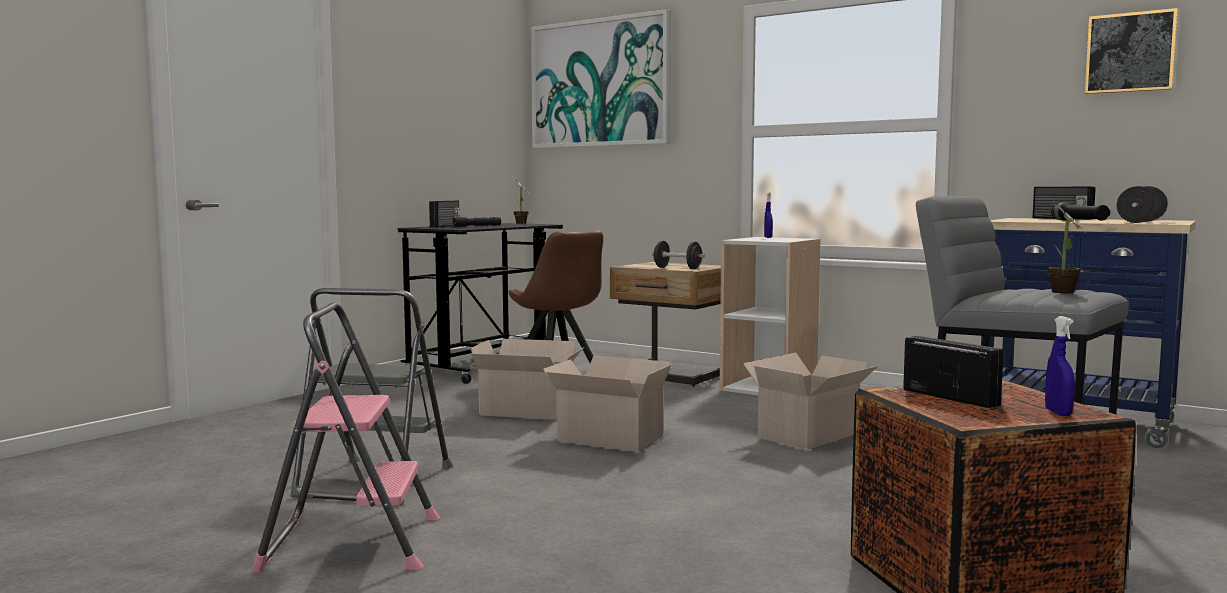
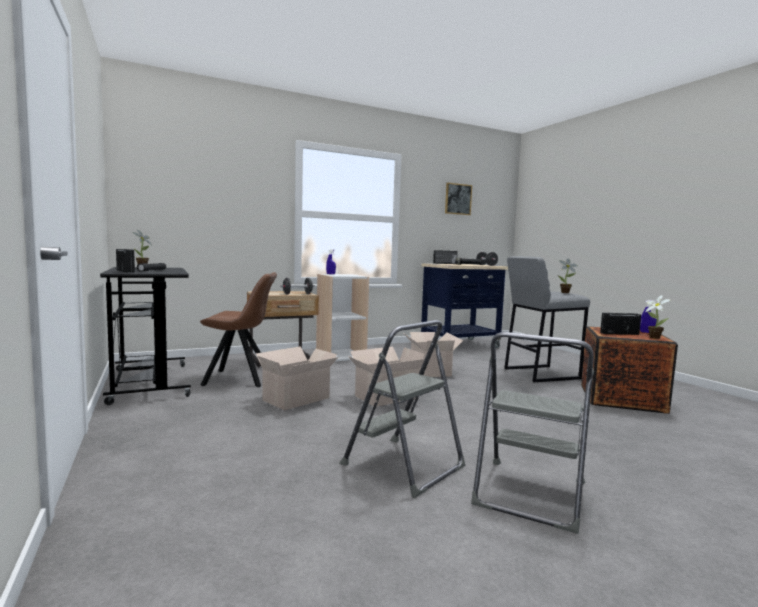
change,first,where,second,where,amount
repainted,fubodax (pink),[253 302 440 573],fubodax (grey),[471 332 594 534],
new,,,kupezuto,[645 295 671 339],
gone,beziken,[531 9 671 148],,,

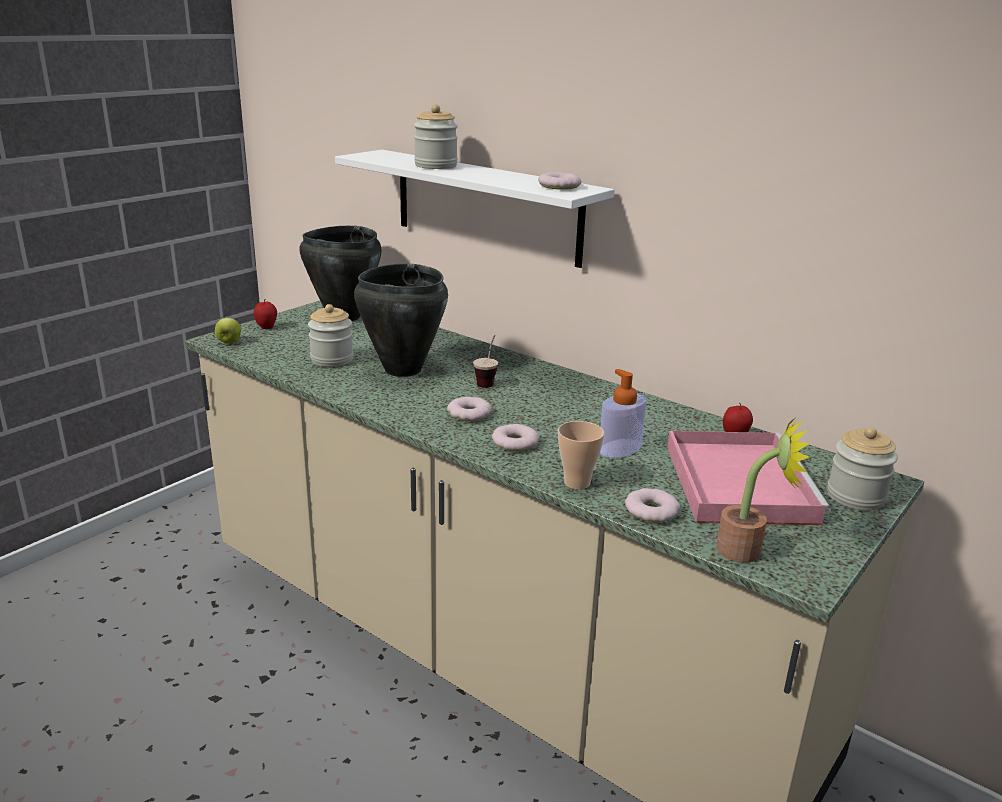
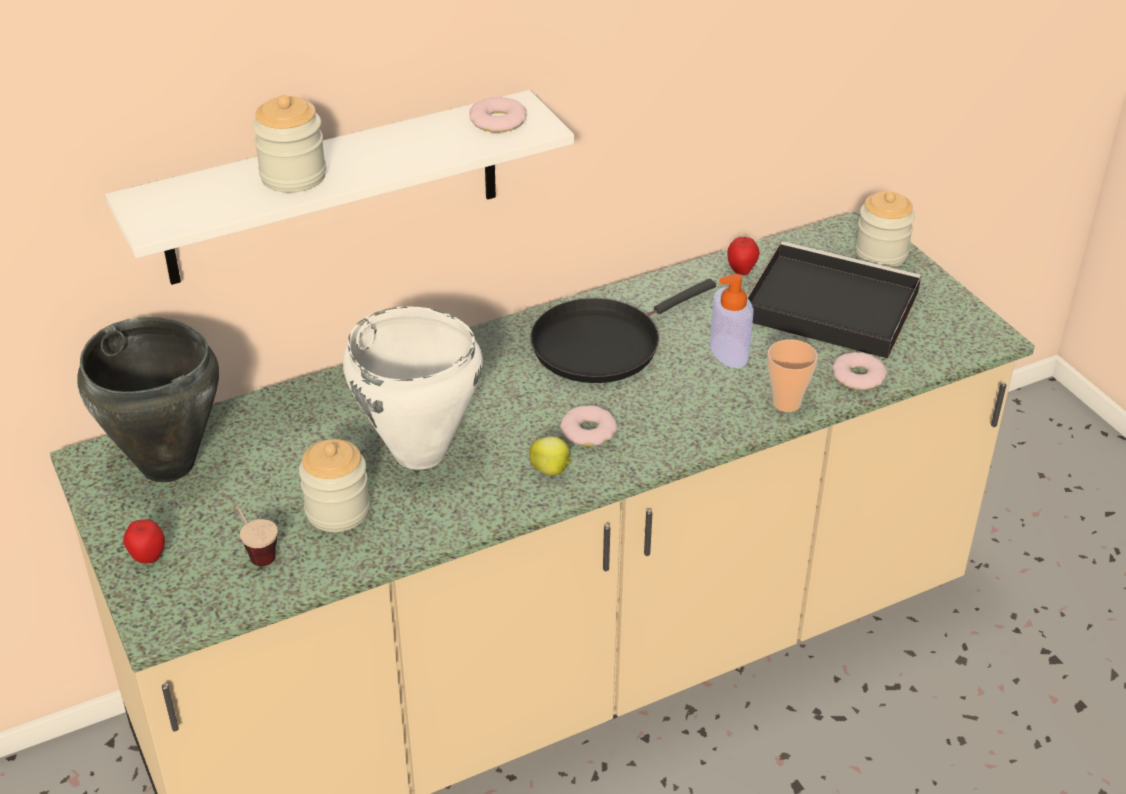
change,first,where,second,where,amount
shifted,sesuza,[473 335 498 388],,[221 492 278 566],
repainted,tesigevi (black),[354 264 448 377],tesigevi (white),[343 306 483 470],
shifted,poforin,[215 318 241 344],,[529 436 572 475],
new,,,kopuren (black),[530 279 716 383],
repainted,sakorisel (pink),[667 431 831 525],sakorisel (black),[747 241 921 358],
gone,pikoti,[492 424 539 452],,,
gone,kupezuto,[716 418 810 563],,,

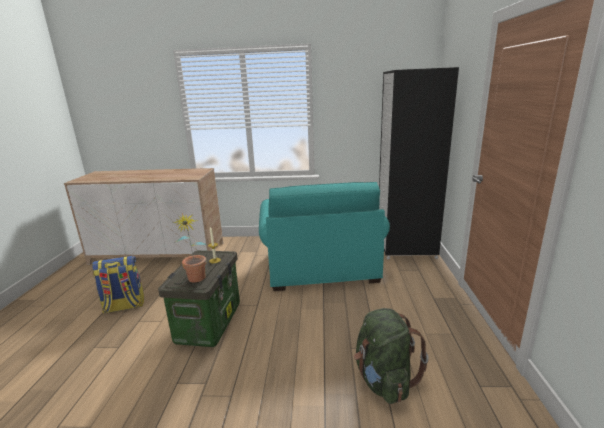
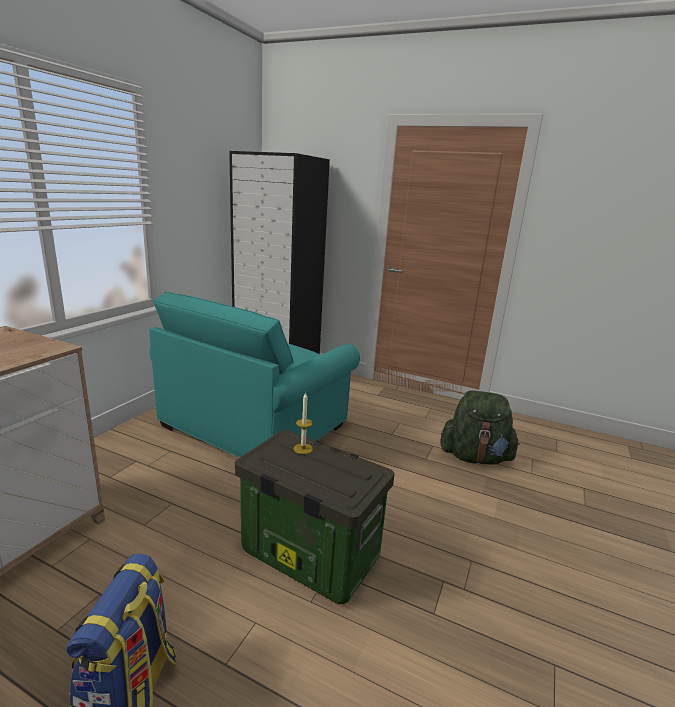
change,first,where,second,where,amount
rotated,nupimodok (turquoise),[259 182 390 291],,[149 292 360 458],105 degrees clockwise
gone,kupezuto,[173 213 207 282],,,

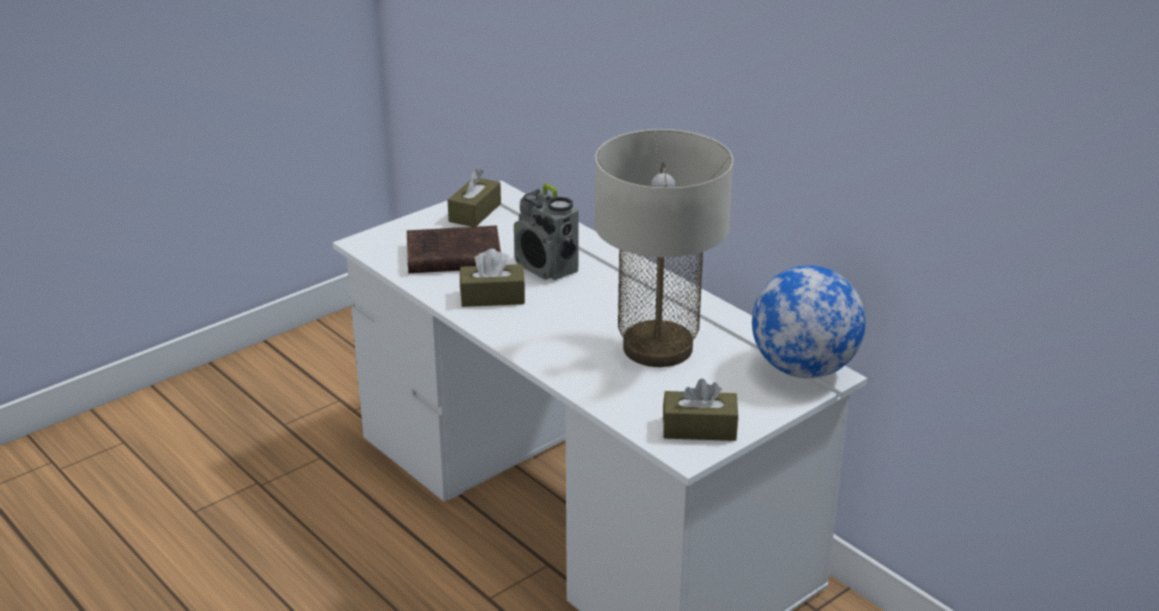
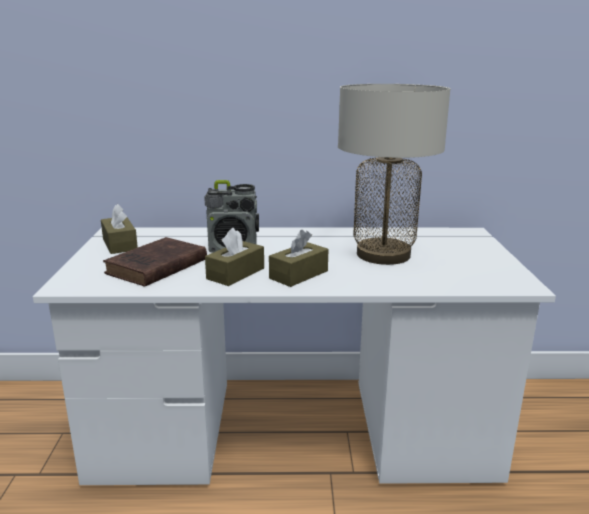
change,first,where,second,where,amount
shifted,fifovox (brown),[663 378 738 441],,[269 230 328 287],
gone,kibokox,[752 265 866 378],,,

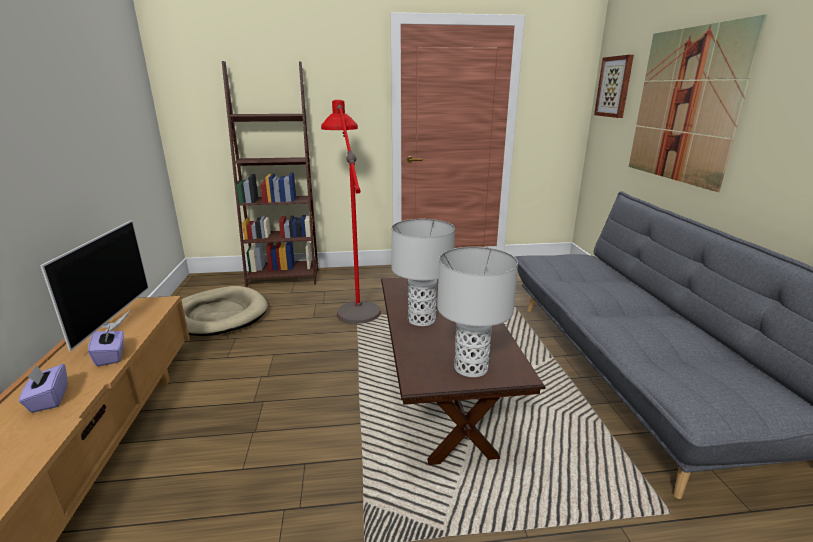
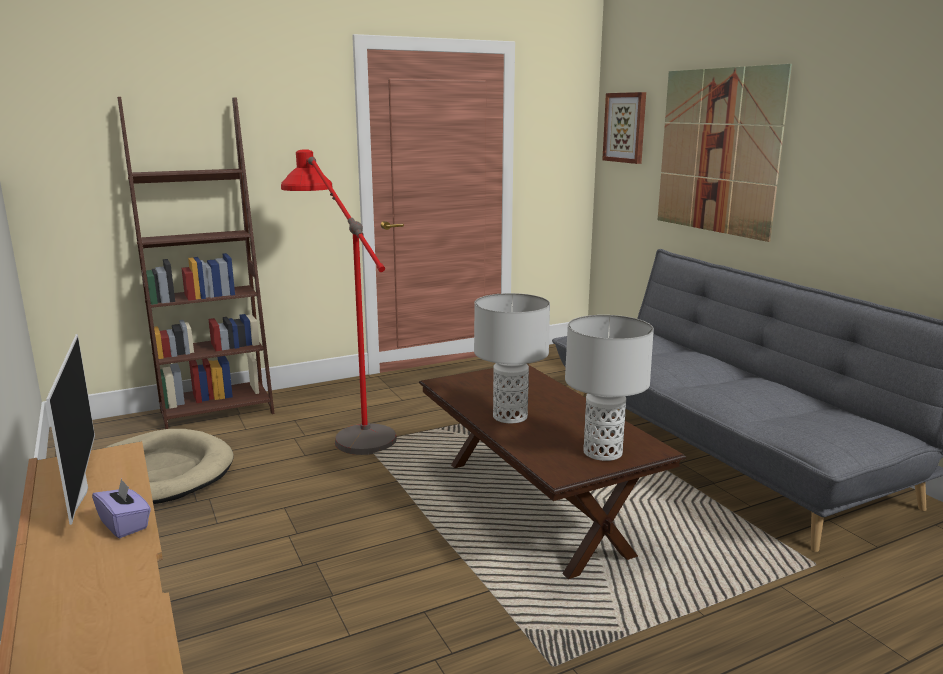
change,first,where,second,where,amount
gone,fifovox (purple),[19 364 67 413],,,

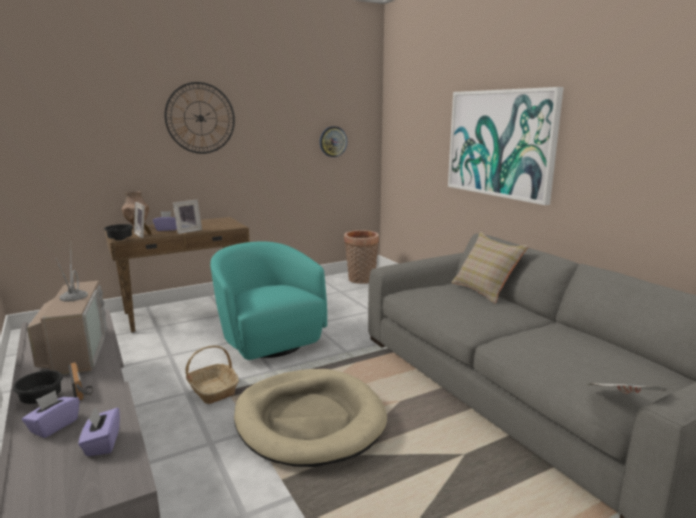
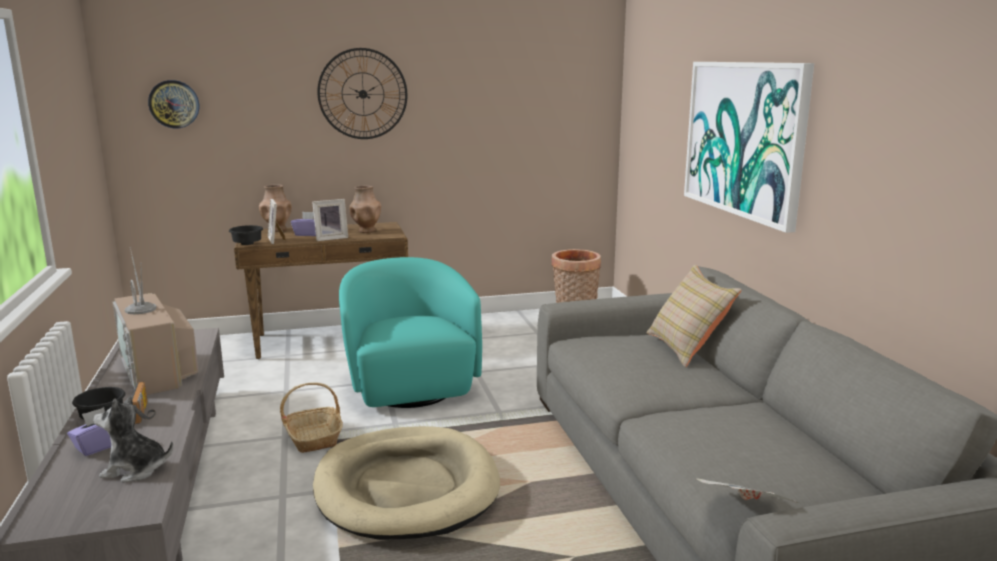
change,first,where,second,where,amount
swapped,fifovox (purple),[78 407 120 456],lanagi,[93 396 173 483],
rotated,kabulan,[27 242 107 375],,[112 247 199 395],150 degrees clockwise
shifted,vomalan,[320 126 347 157],,[148 80 199 128],
new,,,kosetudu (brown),[350 185 381 233],

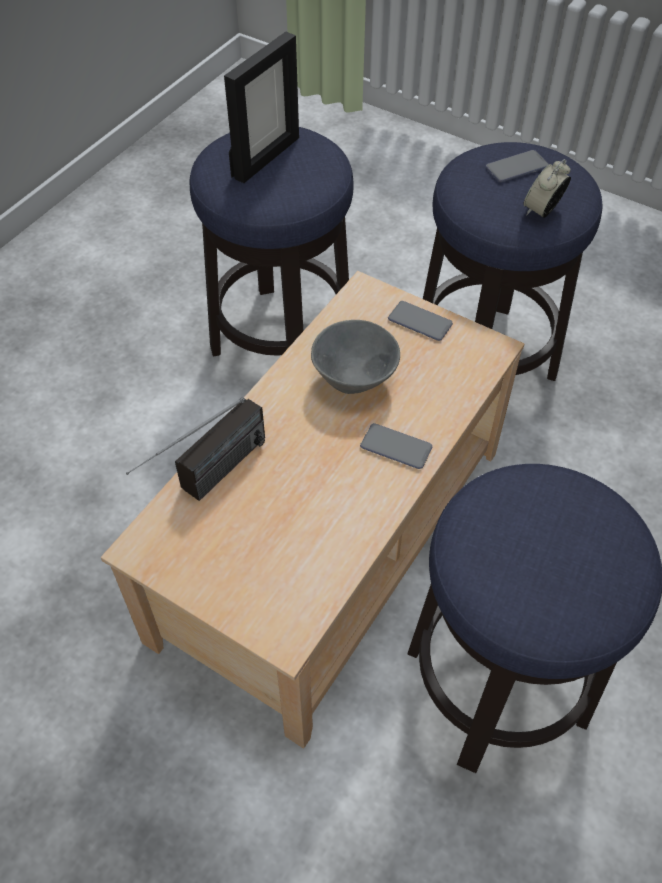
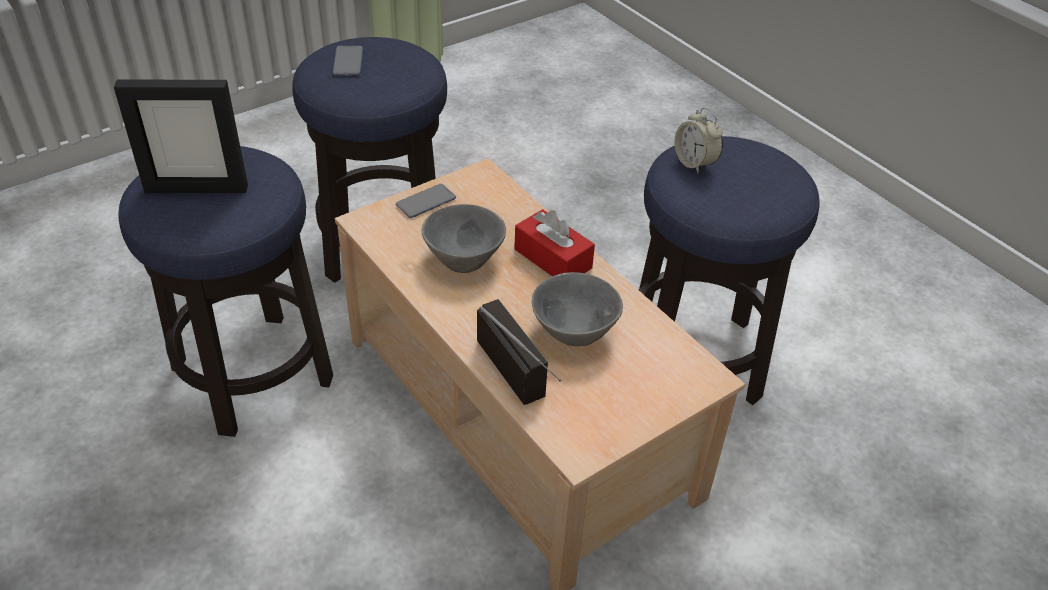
change,first,where,second,where,amount
rotated,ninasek,[224 32 299 183],,[114 79 248 193],120 degrees clockwise
swapped,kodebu,[360 423 432 469],fifovox (red),[514 209 595 276],
new,,,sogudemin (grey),[532 272 623 346],
shifted,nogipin,[523 159 571 218],,[674 107 723 174],

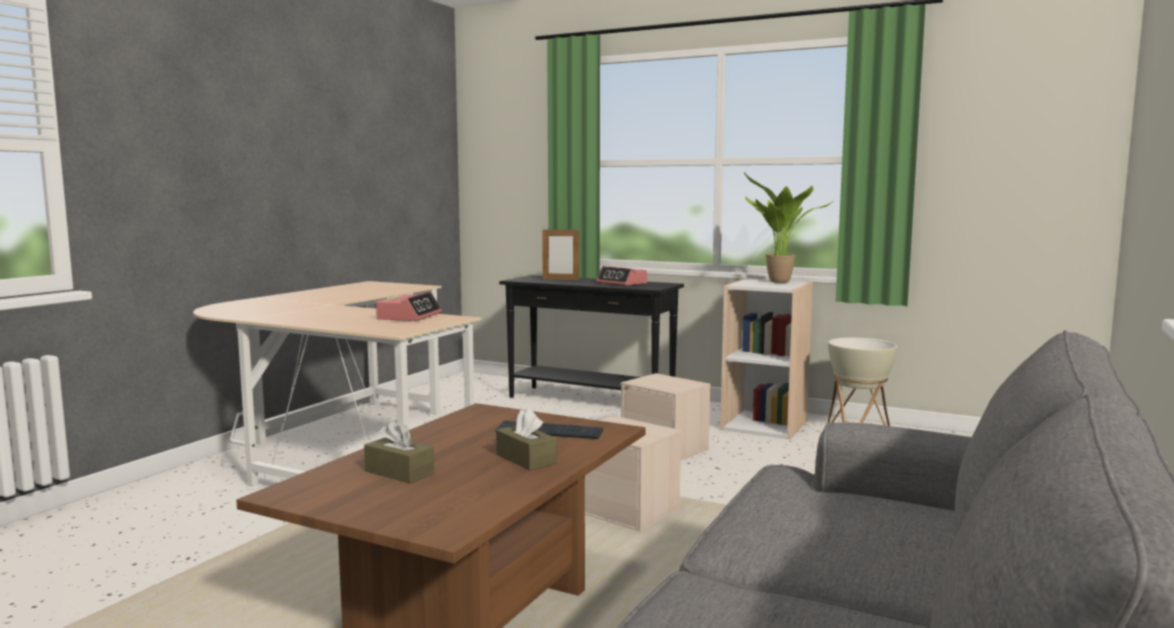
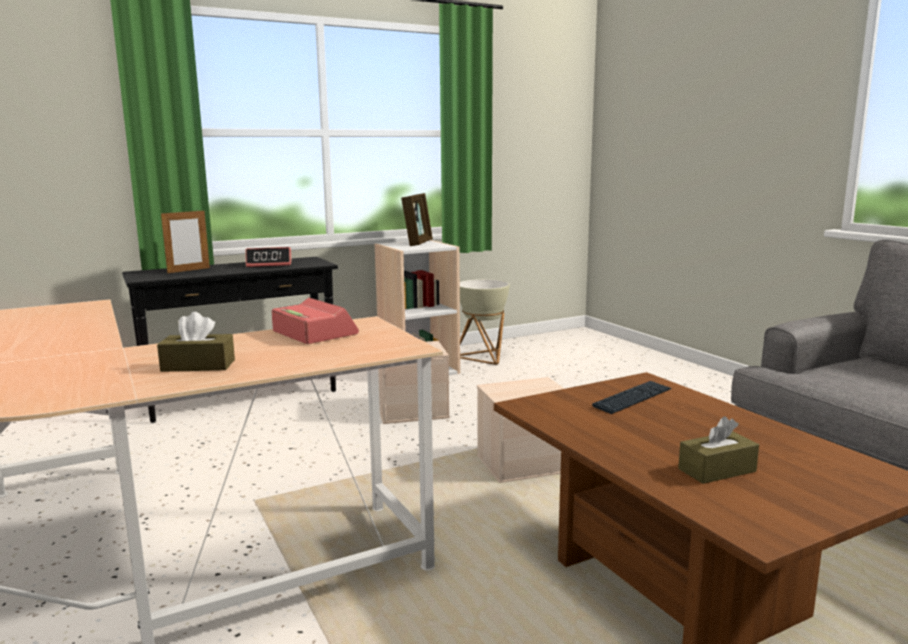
change,first,where,second,where,amount
shifted,fifovox (brown),[496 408 557 470],,[157 312 235 372],
swapped,kupezuto,[744 172 832 283],ninasek,[401 193 433 246],

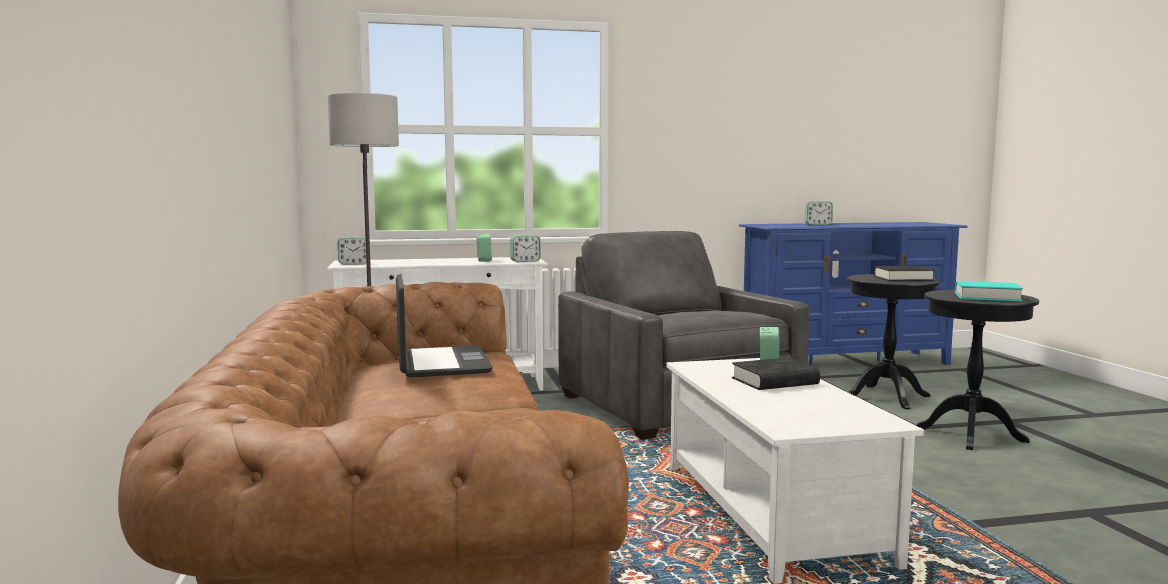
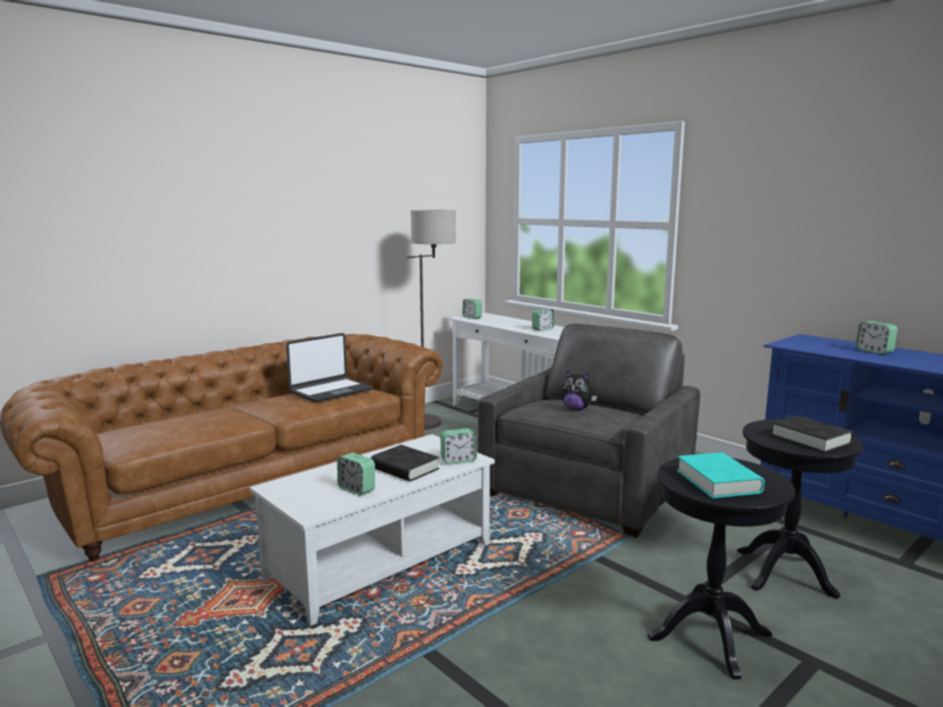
change,first,where,second,where,amount
shifted,nogipin,[510 235 541 262],,[337 453 375 496],
new,,,lanagi,[561 370 597 410],

